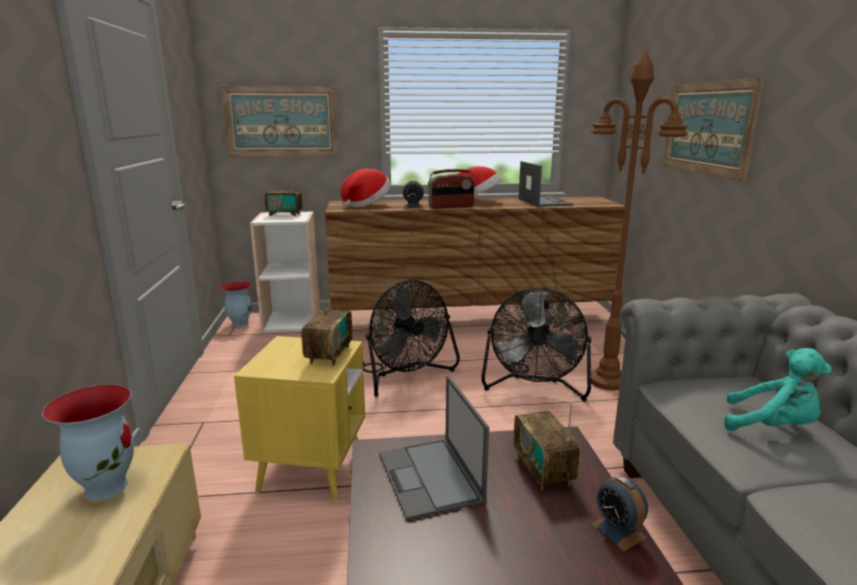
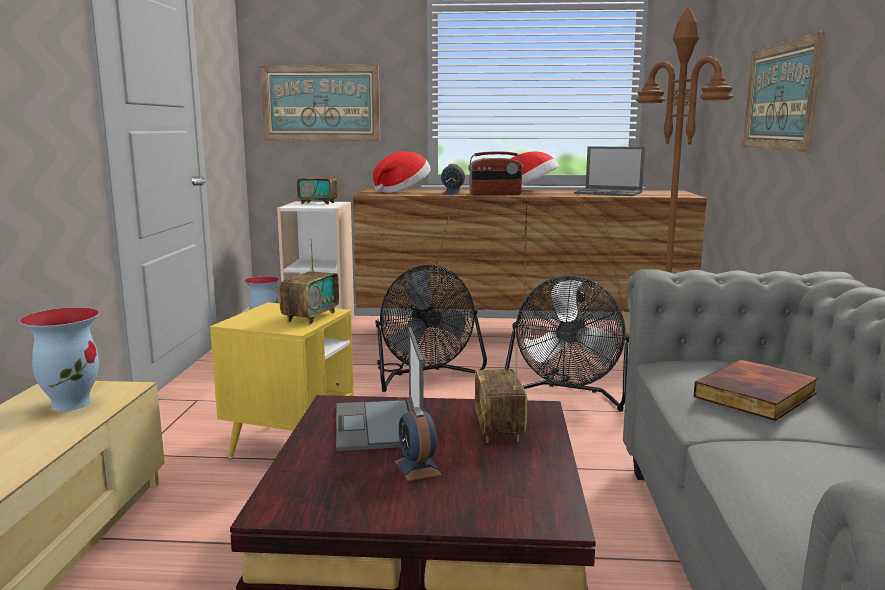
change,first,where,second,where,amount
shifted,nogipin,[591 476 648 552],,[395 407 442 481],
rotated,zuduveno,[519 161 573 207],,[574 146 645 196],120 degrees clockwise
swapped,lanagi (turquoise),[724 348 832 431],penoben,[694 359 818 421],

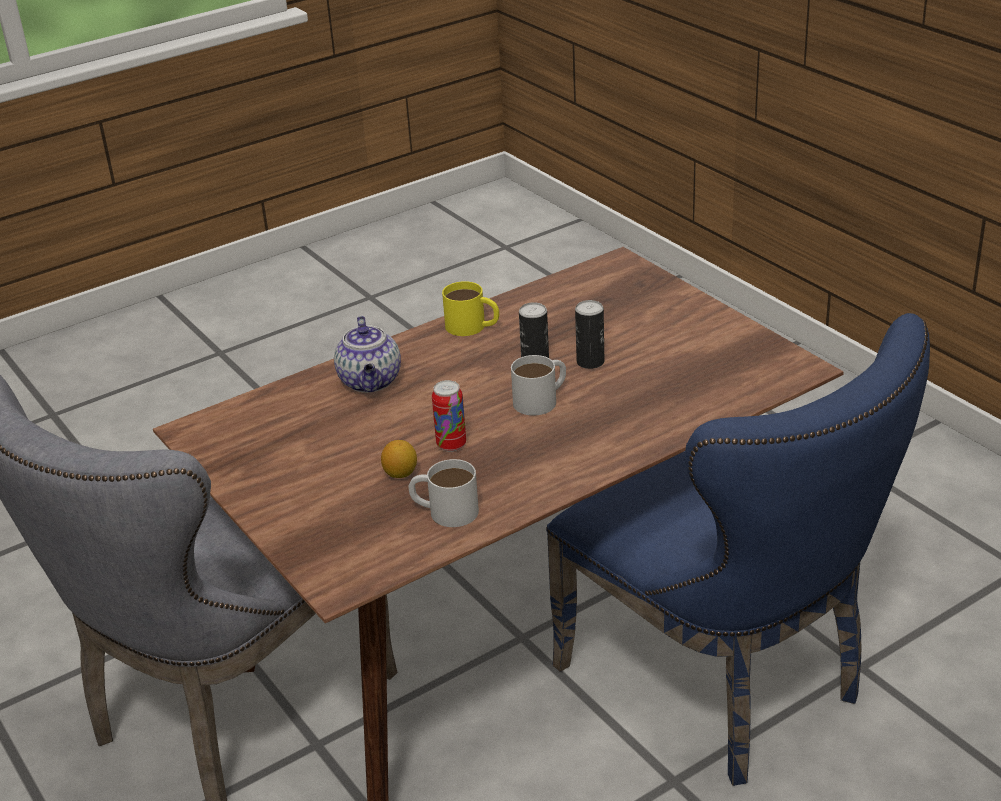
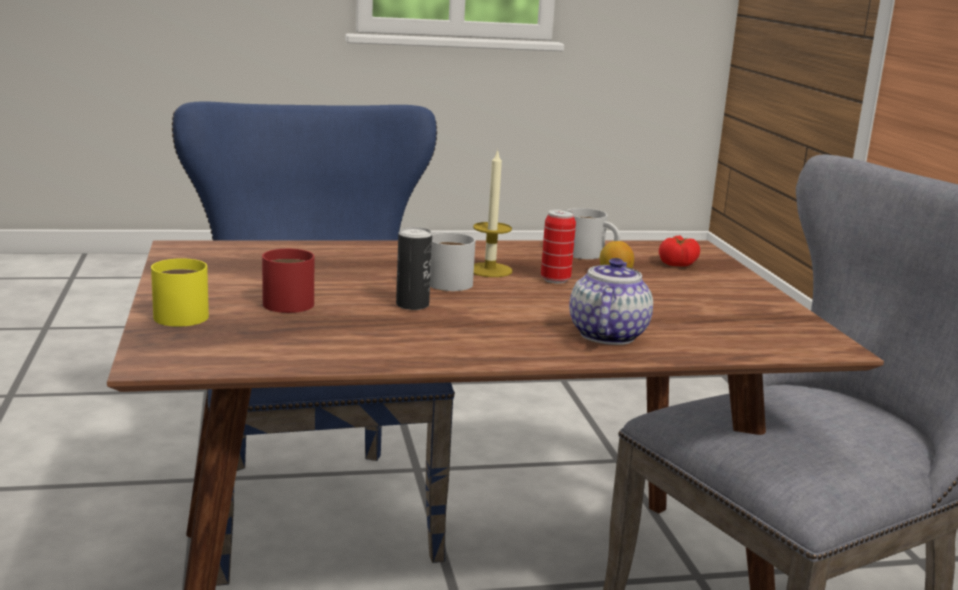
change,first,where,second,where,amount
shifted,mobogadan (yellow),[442 281 499 336],,[151 258 209 327],
new,,,mobogadan (red),[262 249 314 313],
new,,,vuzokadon,[473 149 512 277],
new,,,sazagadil,[659 235 700 267],
gone,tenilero,[575 300 604 369],,,

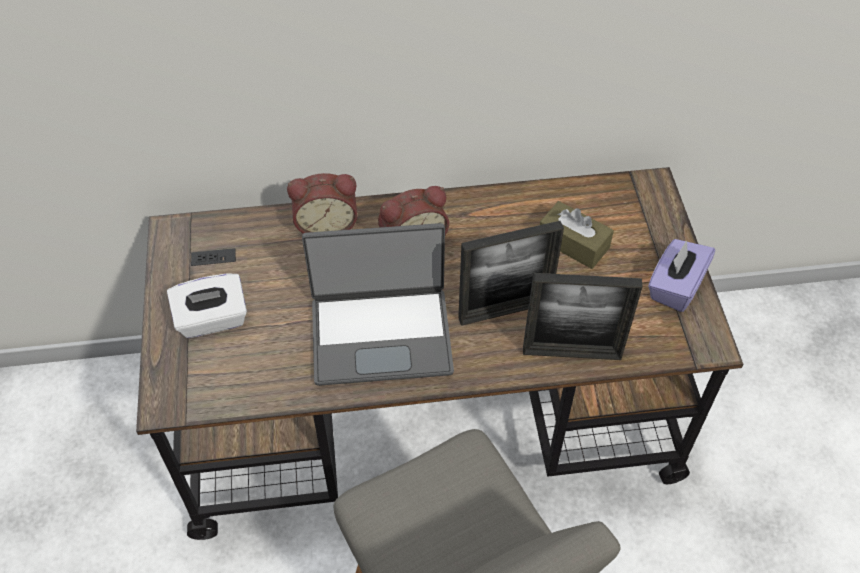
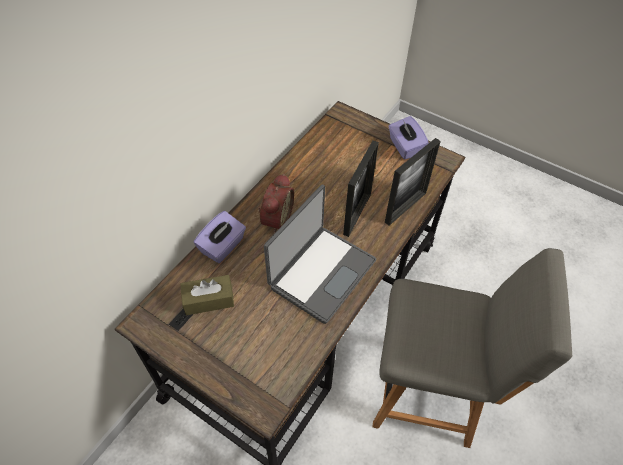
change,first,where,second,where,amount
shifted,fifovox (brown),[540 201 614 269],,[180 275 234 315],
swapped,nogipin,[287 173 357 233],fifovox (purple),[194 211 246 263],
gone,fifovox (white),[167 274 247 338],,,

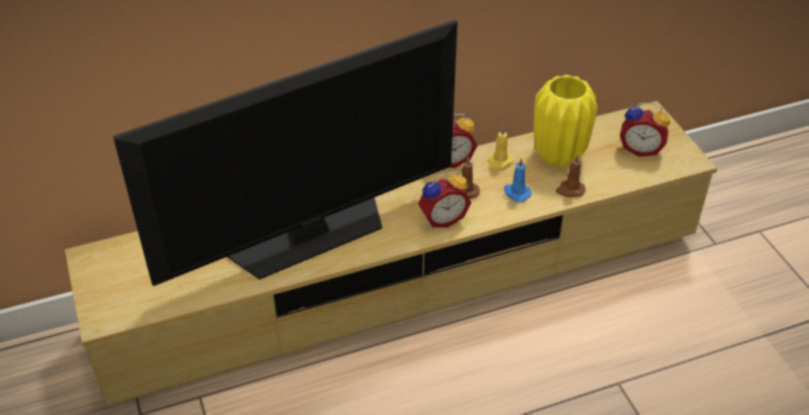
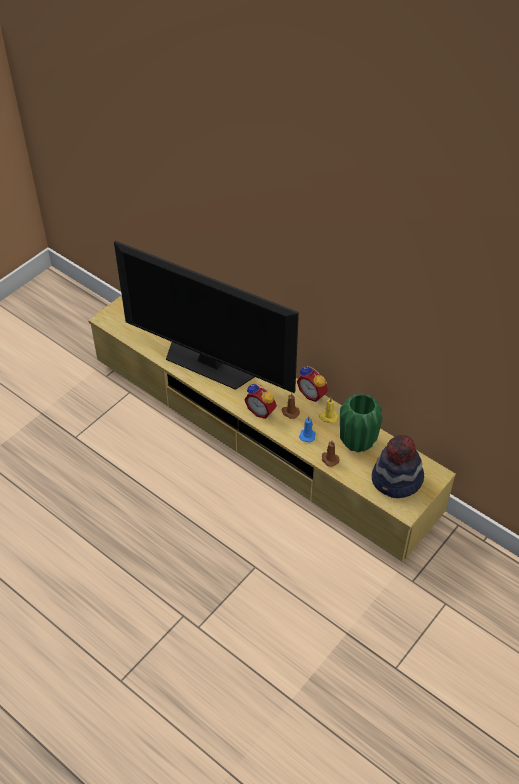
change,first,where,second,where,amount
repainted,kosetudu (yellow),[534 75 598 167],kosetudu (green),[340 393 383 452],
swapped,nogipin,[620 103 670 157],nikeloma,[372 435 424 498],

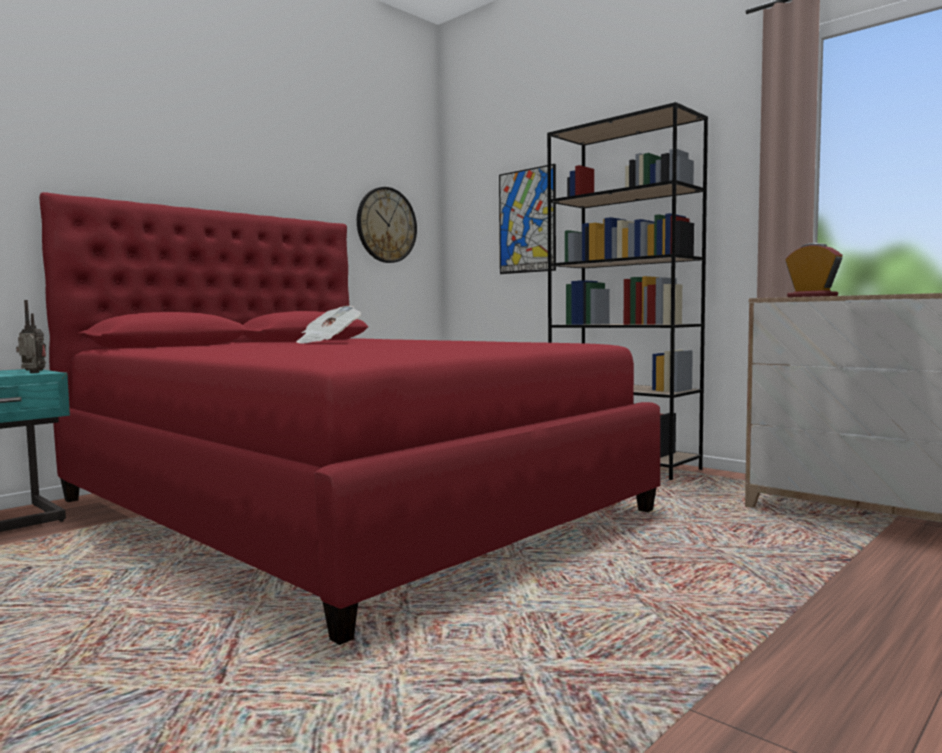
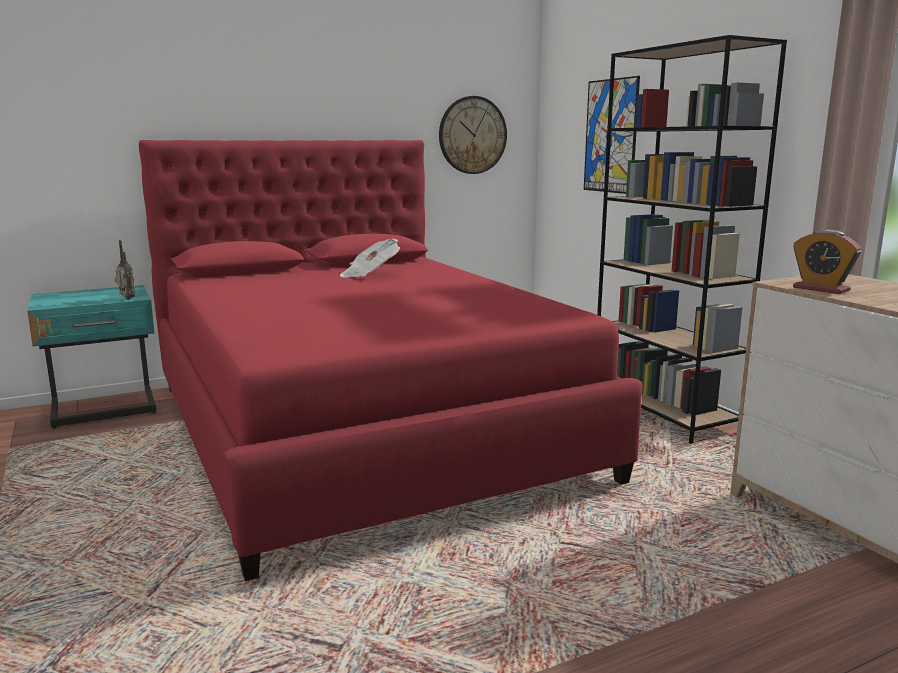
change,first,where,second,where,amount
rotated,nogipin,[786 243 843 297],,[793 229 862 294],150 degrees clockwise

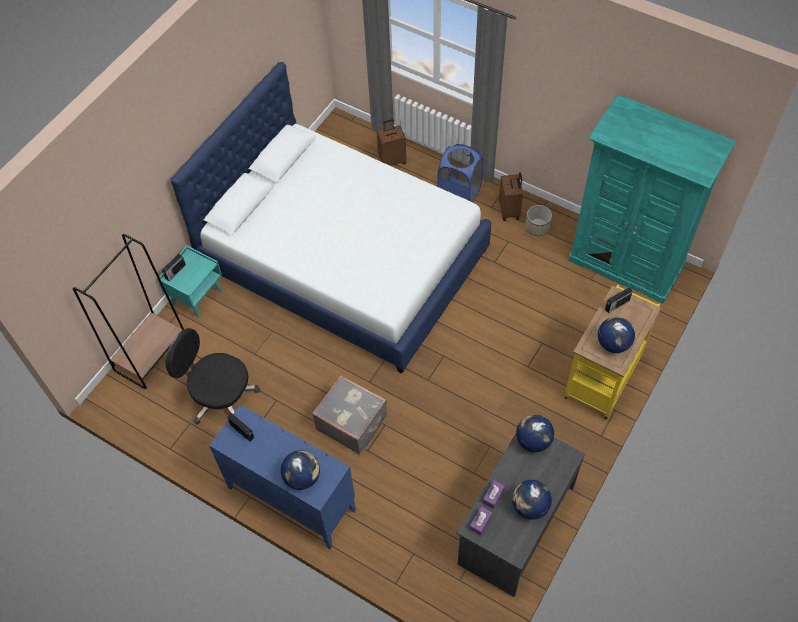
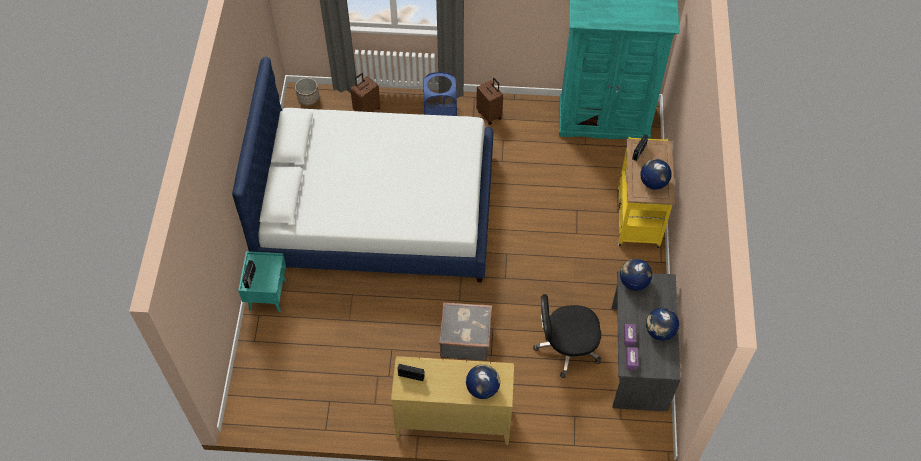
change,first,where,second,where,amount
shifted,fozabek,[525 205 552 236],,[295 78 319 105],
repainted,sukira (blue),[209 405 356 549],sukira (beige),[391 356 514 445],
shifted,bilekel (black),[165 328 260 425],,[533 294 601 378],
gone,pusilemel,[73 234 184 389],,,

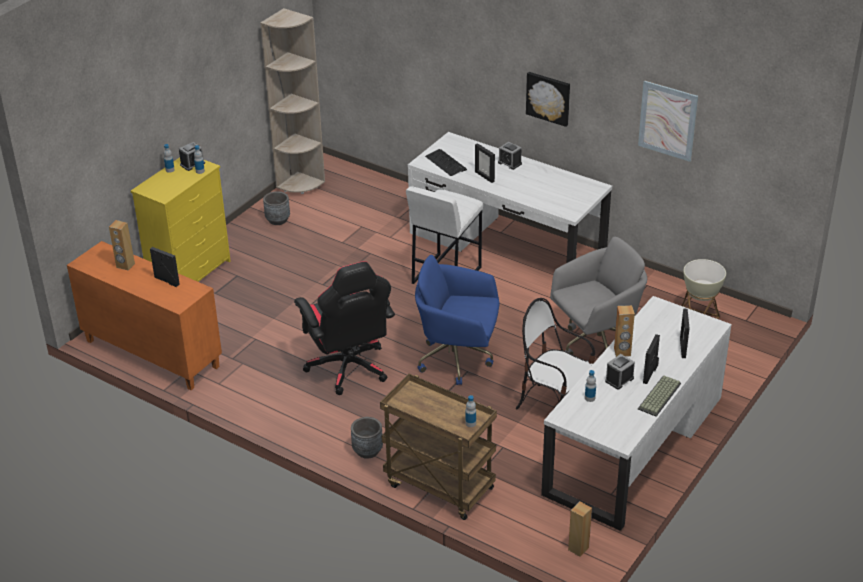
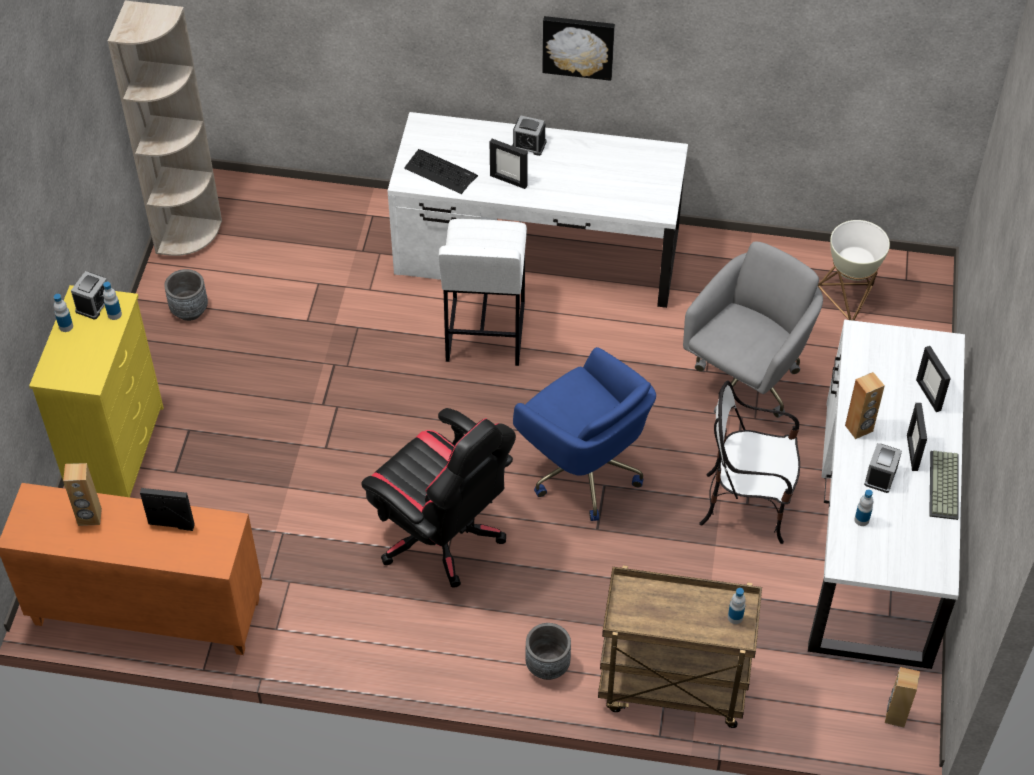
change,first,where,second,where,amount
rotated,bilekel (blue),[415 255 499 385],,[513 347 656 521],120 degrees counterclockwise
gone,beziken,[638 80 698 162],,,

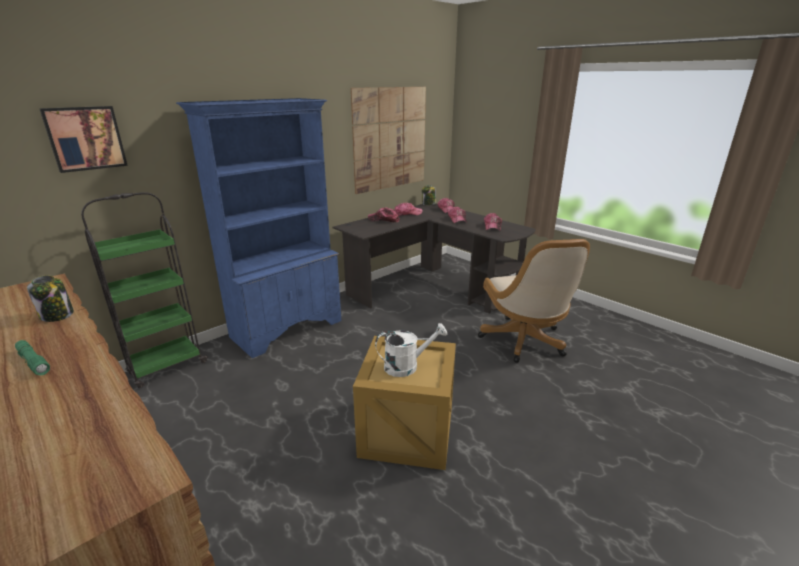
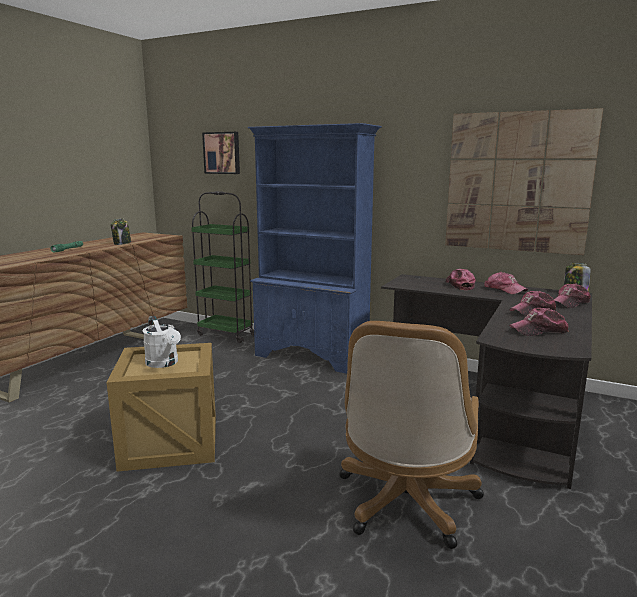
change,first,where,second,where,amount
rotated,bilekel,[478 239 590 363],,[339 321 484 549],45 degrees counterclockwise

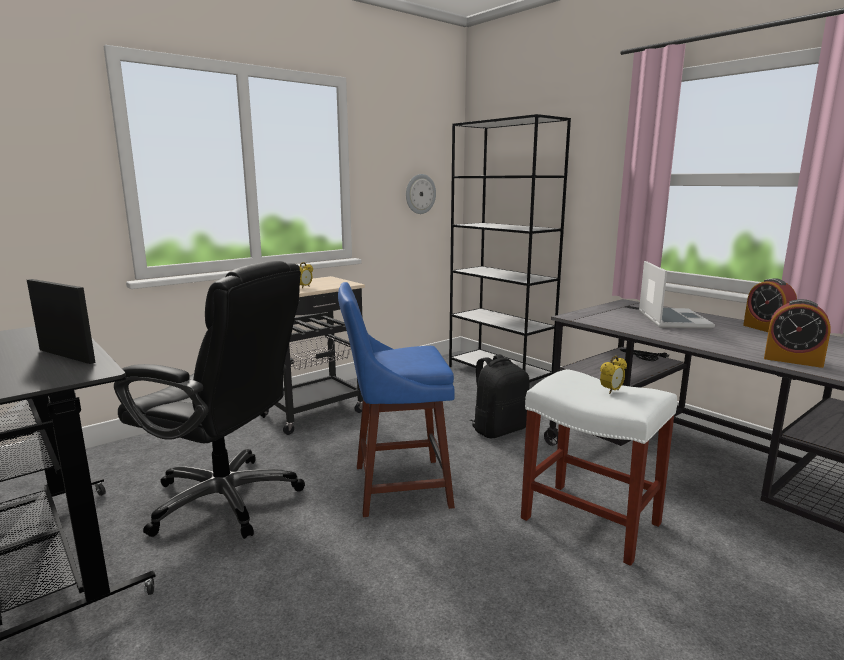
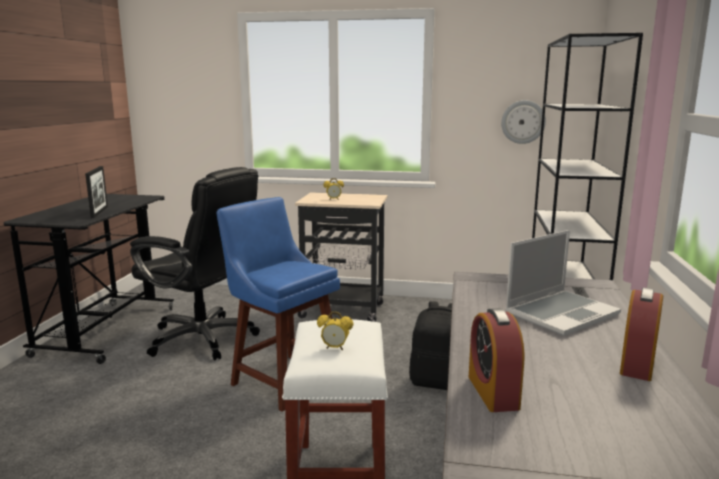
change,first,where,second,where,amount
rotated,bilekel (black),[114 261 305 539],,[130 167 260 360],45 degrees counterclockwise

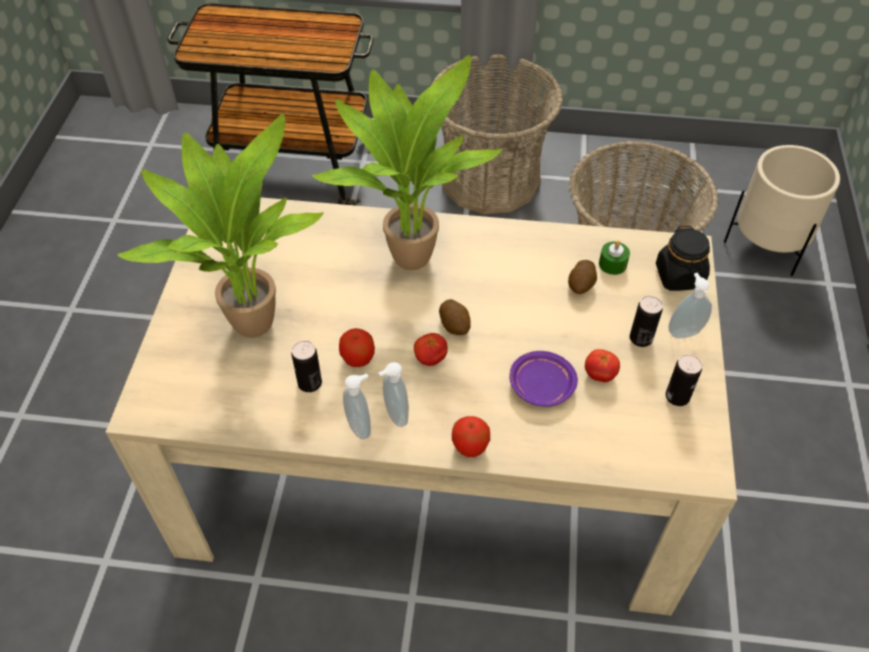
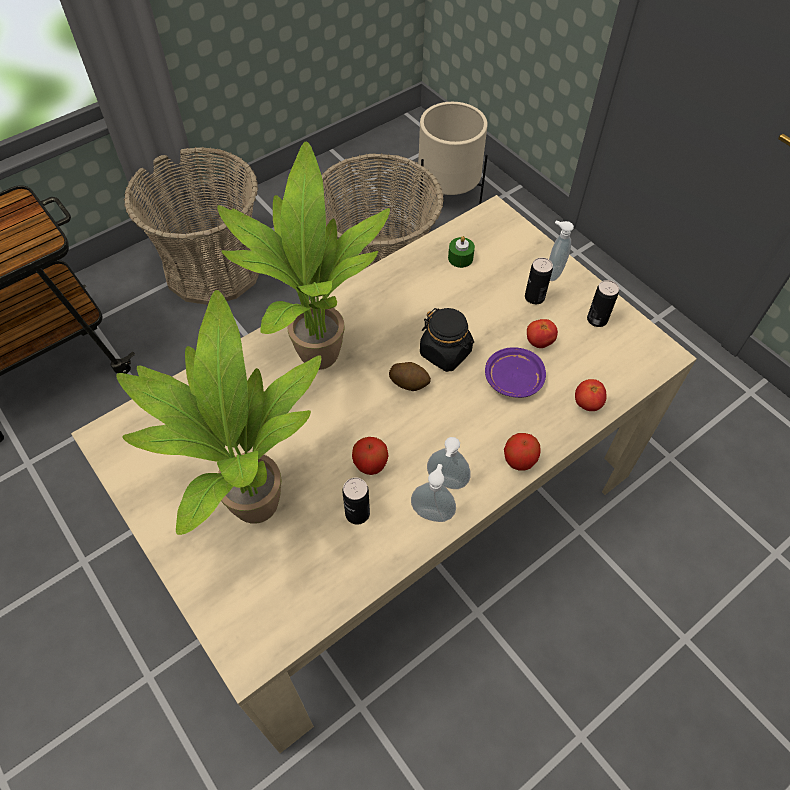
change,first,where,second,where,amount
shifted,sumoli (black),[656 226 710 291],,[420 308 474 372],
shifted,sazagadil,[414 333 448 366],,[575 379 606 411],
gone,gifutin,[568 260 597 294],,,

